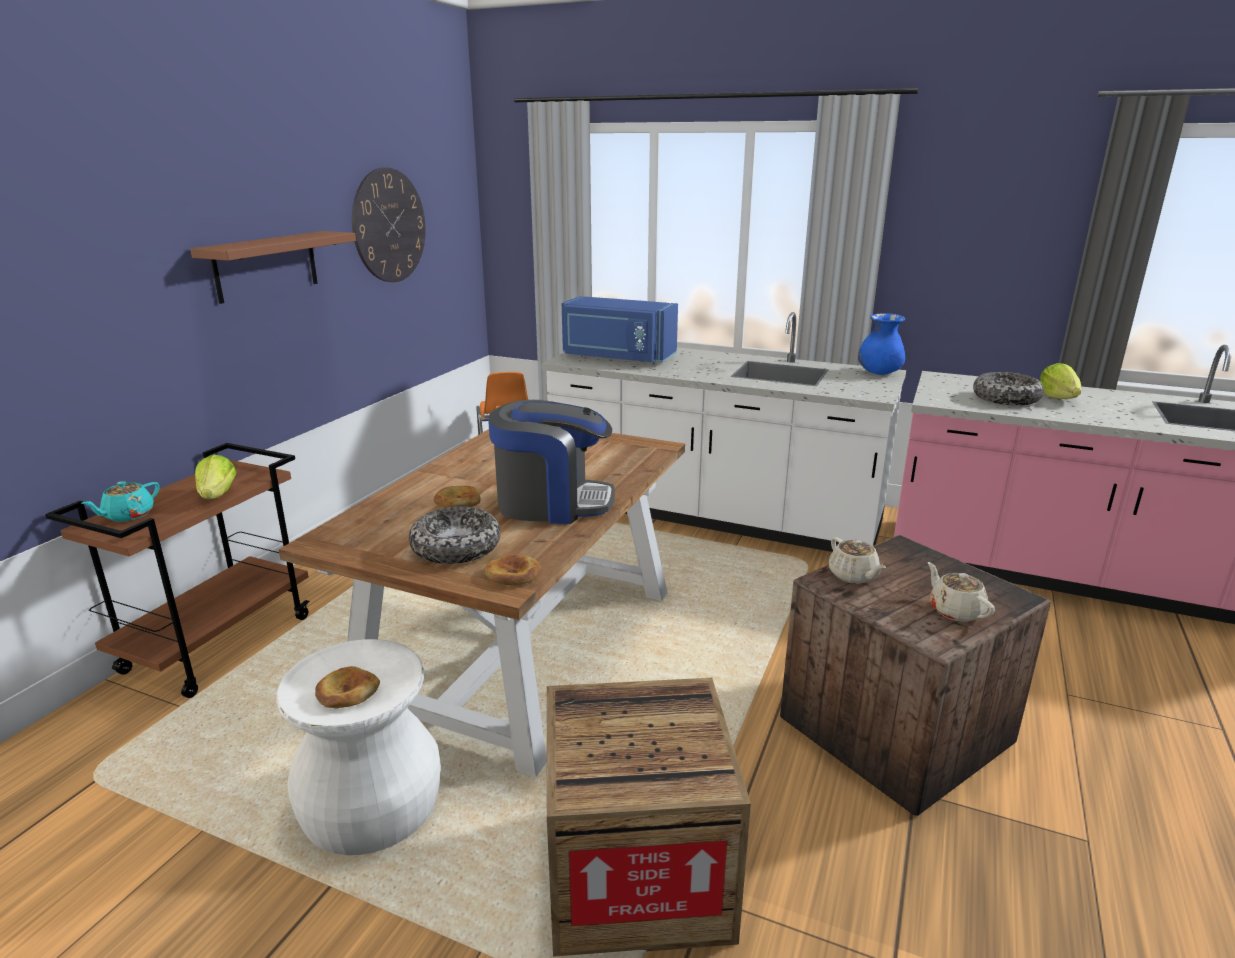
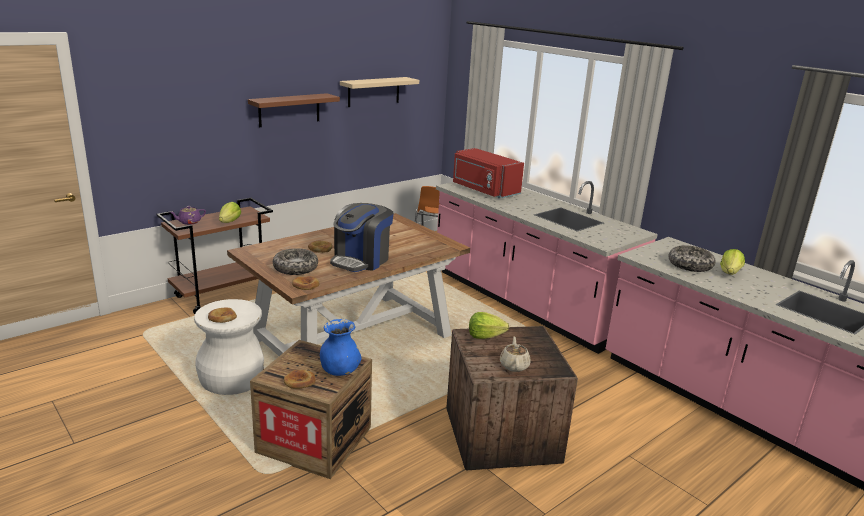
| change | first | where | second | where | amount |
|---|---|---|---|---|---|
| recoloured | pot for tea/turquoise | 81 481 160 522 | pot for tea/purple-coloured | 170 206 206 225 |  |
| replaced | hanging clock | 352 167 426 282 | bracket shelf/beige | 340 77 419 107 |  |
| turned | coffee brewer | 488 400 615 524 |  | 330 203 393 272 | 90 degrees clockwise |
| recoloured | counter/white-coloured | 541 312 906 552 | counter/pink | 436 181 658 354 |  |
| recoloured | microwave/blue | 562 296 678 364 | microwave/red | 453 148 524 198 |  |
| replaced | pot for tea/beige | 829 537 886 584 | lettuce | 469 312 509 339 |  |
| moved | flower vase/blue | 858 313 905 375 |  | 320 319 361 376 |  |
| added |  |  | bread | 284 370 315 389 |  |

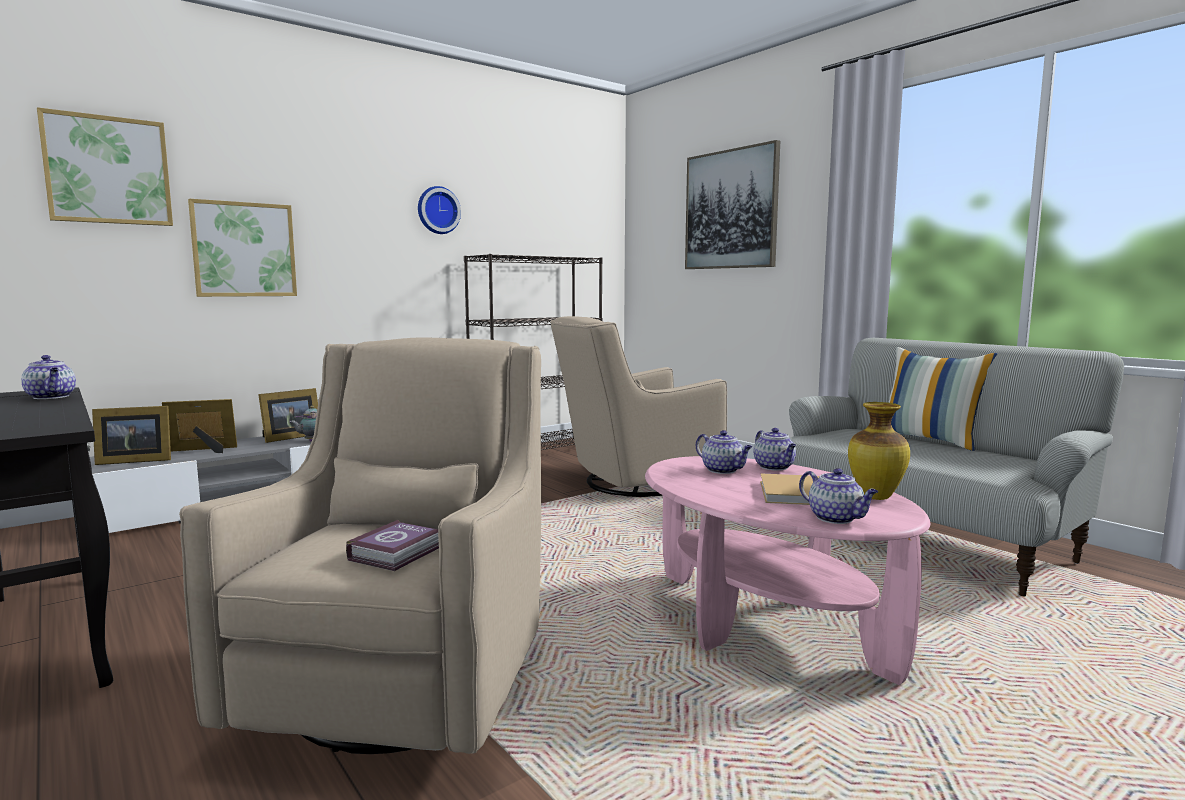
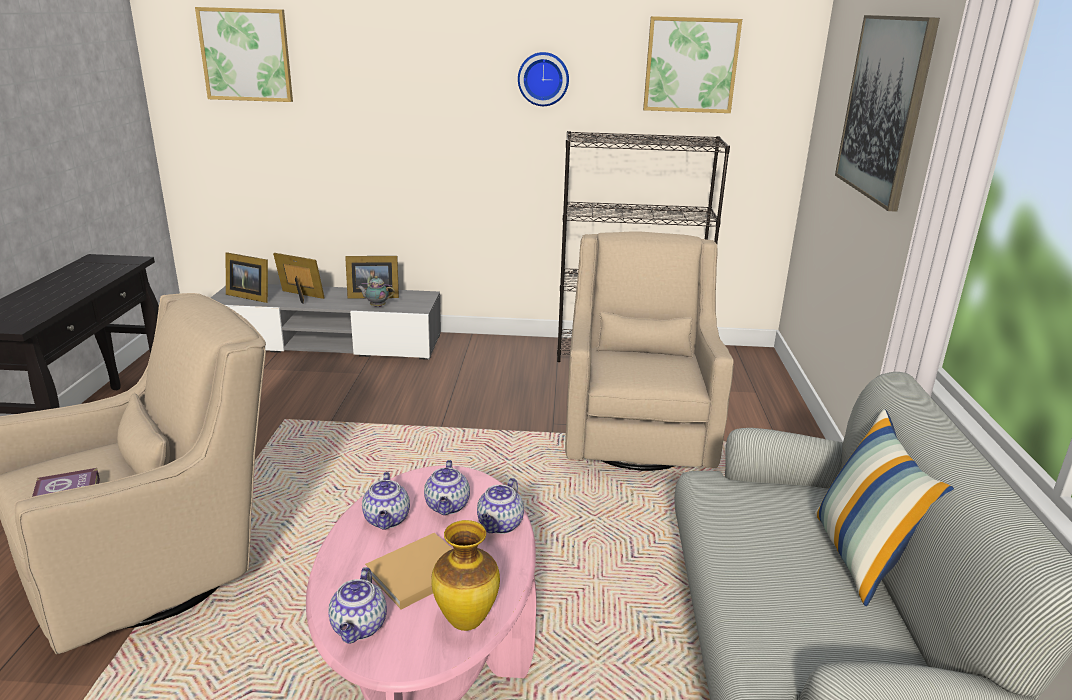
| change | first | where | second | where | amount |
|---|---|---|---|---|---|
| moved | pot for tea | 21 355 76 399 |  | 362 472 410 530 |  |
| moved | picture | 188 199 297 297 |  | 643 16 742 113 |  |
| turned | armchair/beige | 550 316 727 497 |  | 565 231 734 471 | 75 degrees clockwise |

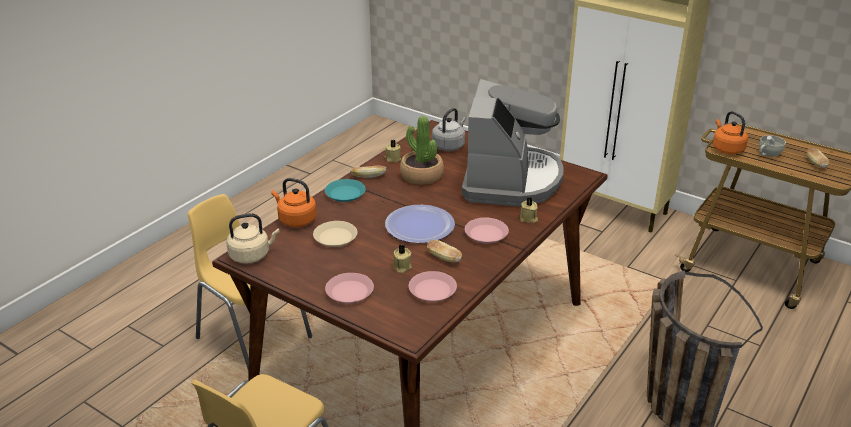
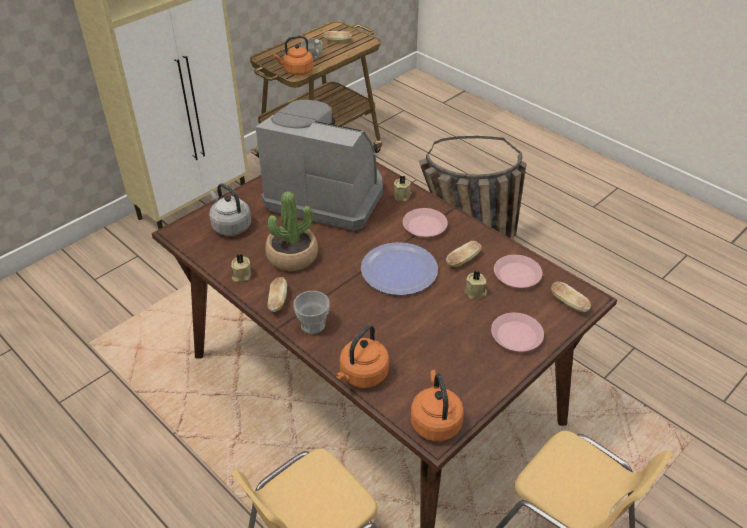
| change | first | where | second | where | amount |
|---|---|---|---|---|---|
| recoloured | water kettle/beige | 226 213 280 264 | water kettle/orange-coloured | 411 370 464 441 |  |
| removed | plate/beige | 313 221 357 247 |  |  |  |
| replaced | plate/turquoise | 325 179 366 202 | cup | 293 291 329 334 |  |
| added |  |  | bread | 551 281 591 312 |  |

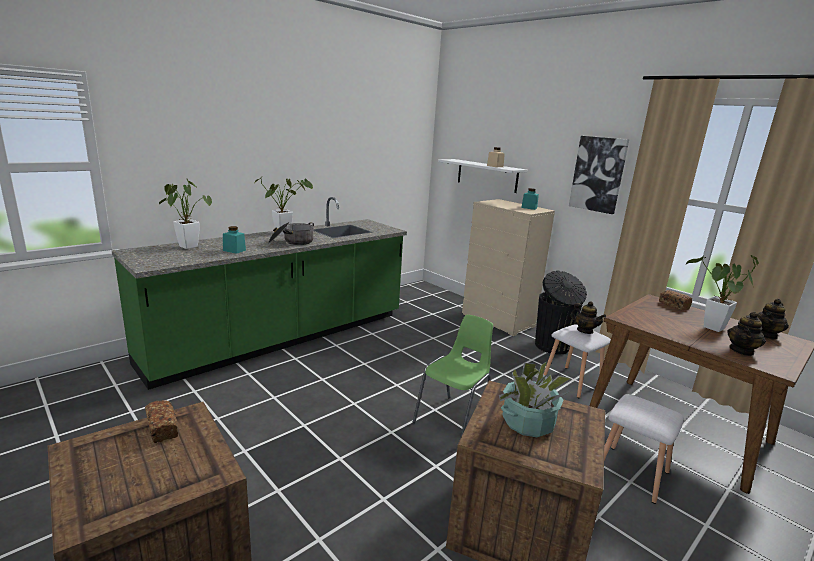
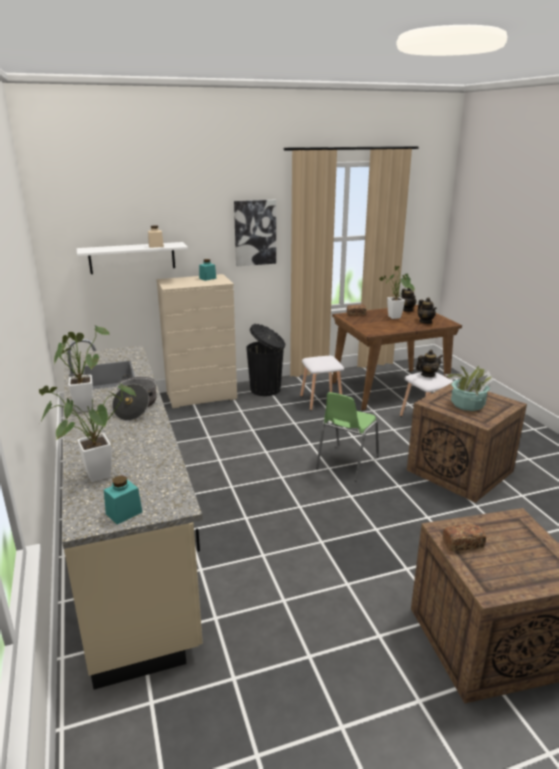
| change | first | where | second | where | amount |
|---|---|---|---|---|---|
| recoloured | counter/green | 112 197 407 390 | counter/beige | 62 339 203 689 |  |
| moved | storage jar/turquoise | 223 226 246 254 |  | 104 476 142 525 |  |
| turned | upright chair/green | 413 315 493 439 |  | 316 392 379 481 | 120 degrees counterclockwise |
| moved | pot for tea | 570 301 606 334 |  | 416 350 443 377 |  |

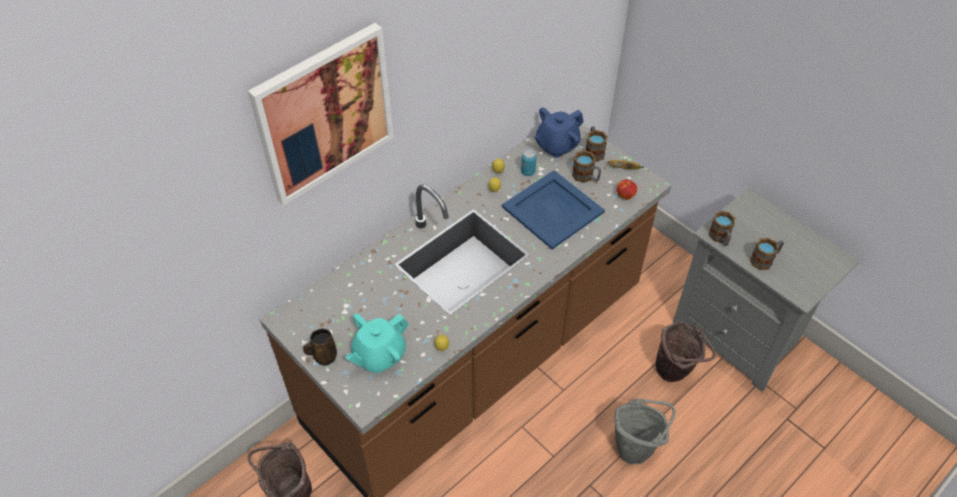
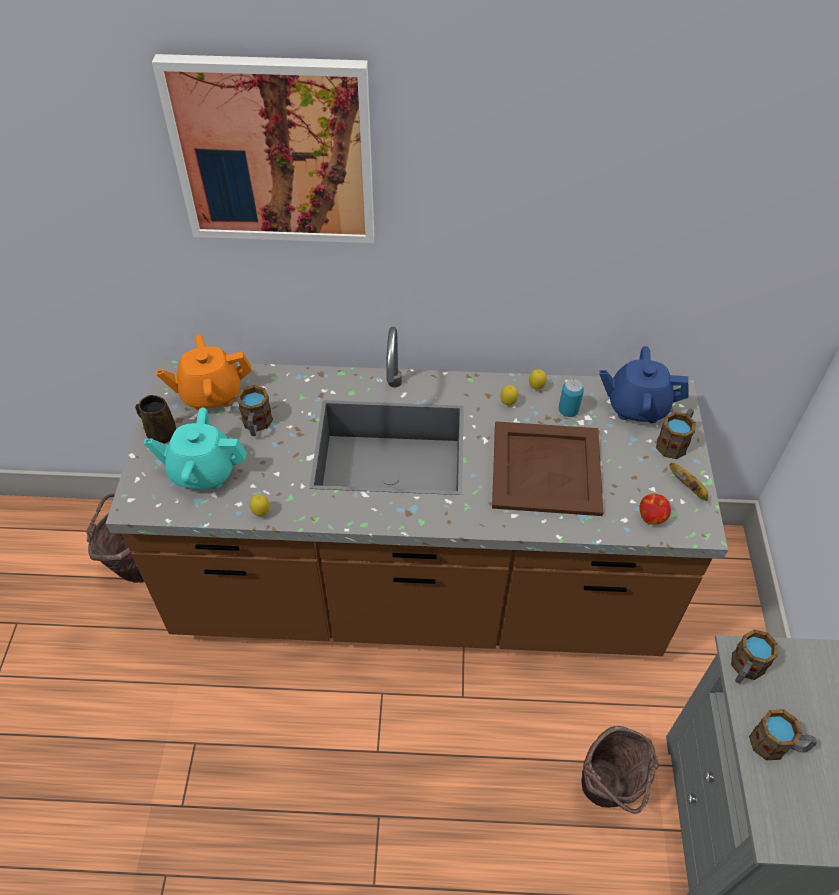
| change | first | where | second | where | amount |
|---|---|---|---|---|---|
| recoloured | serving tray/blue | 502 170 605 249 | serving tray/brown | 492 421 603 516 |  |
| moved | mug | 572 150 601 183 |  | 237 385 273 436 |  |
| removed | pail/grey | 615 398 676 464 |  |  |  |
| added |  |  | pot for tea/orange-coloured | 156 334 252 411 |  |

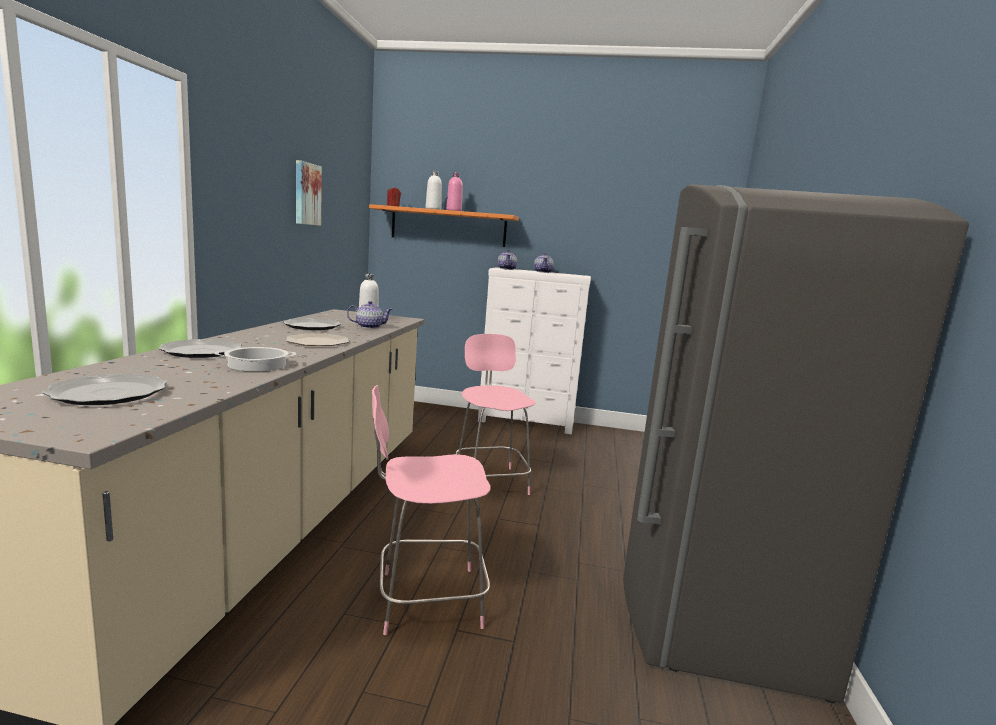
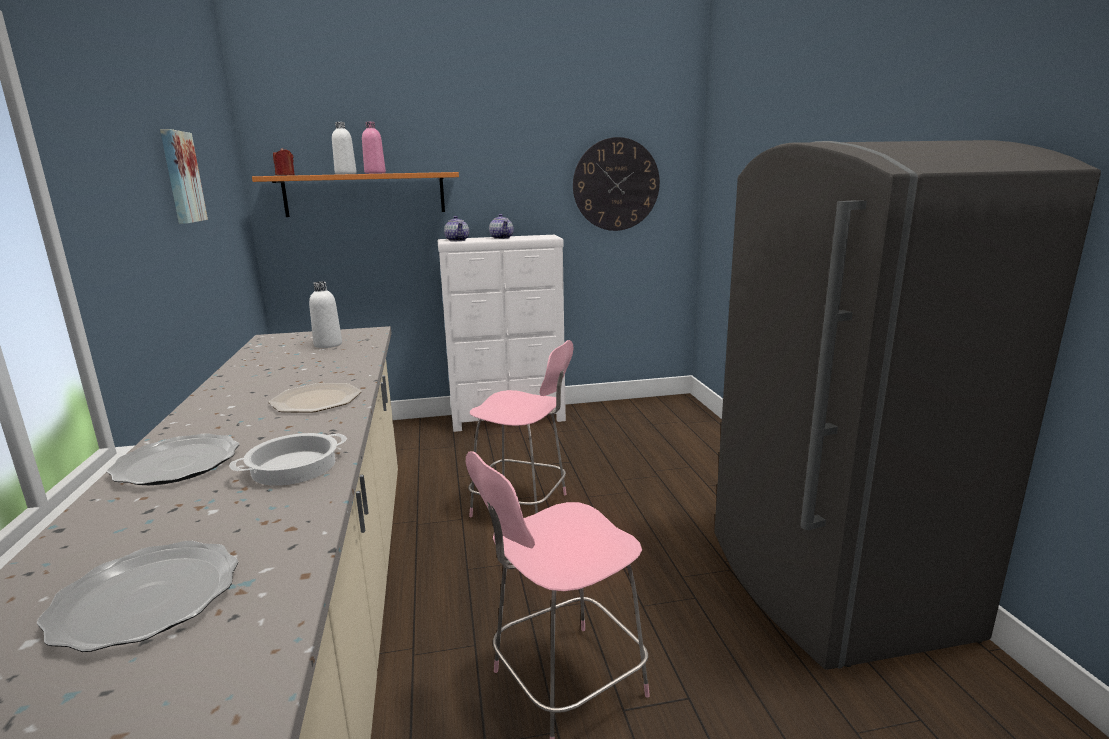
| change | first | where | second | where | amount |
|---|---|---|---|---|---|
| removed | plate | 283 318 341 330 |  |  |  |
| removed | pot for tea | 347 301 392 329 |  |  |  |
| turned | upright chair/pink | 455 334 535 495 |  | 468 340 574 517 | 150 degrees clockwise |
| added |  |  | hanging clock | 573 137 660 231 |  |

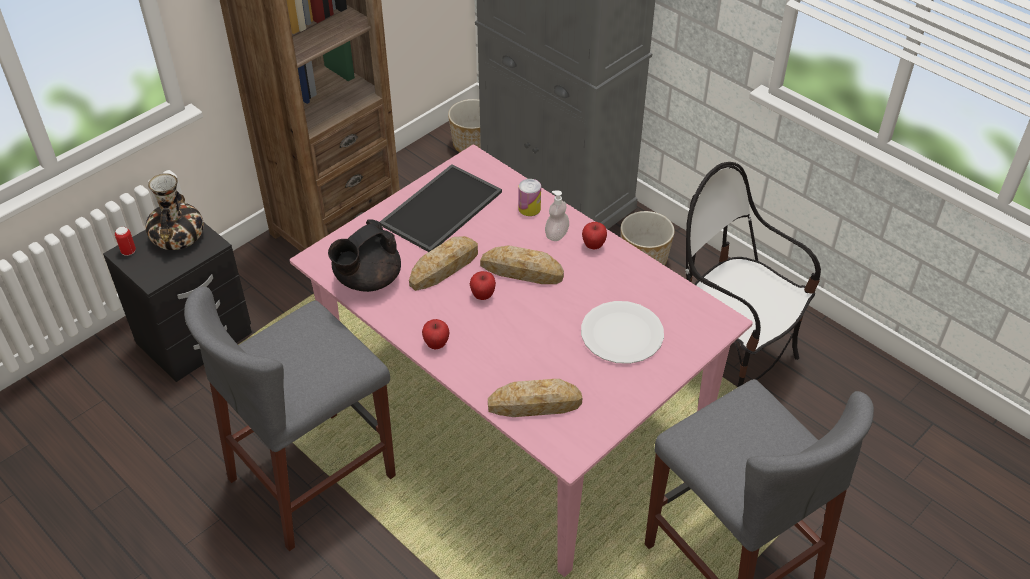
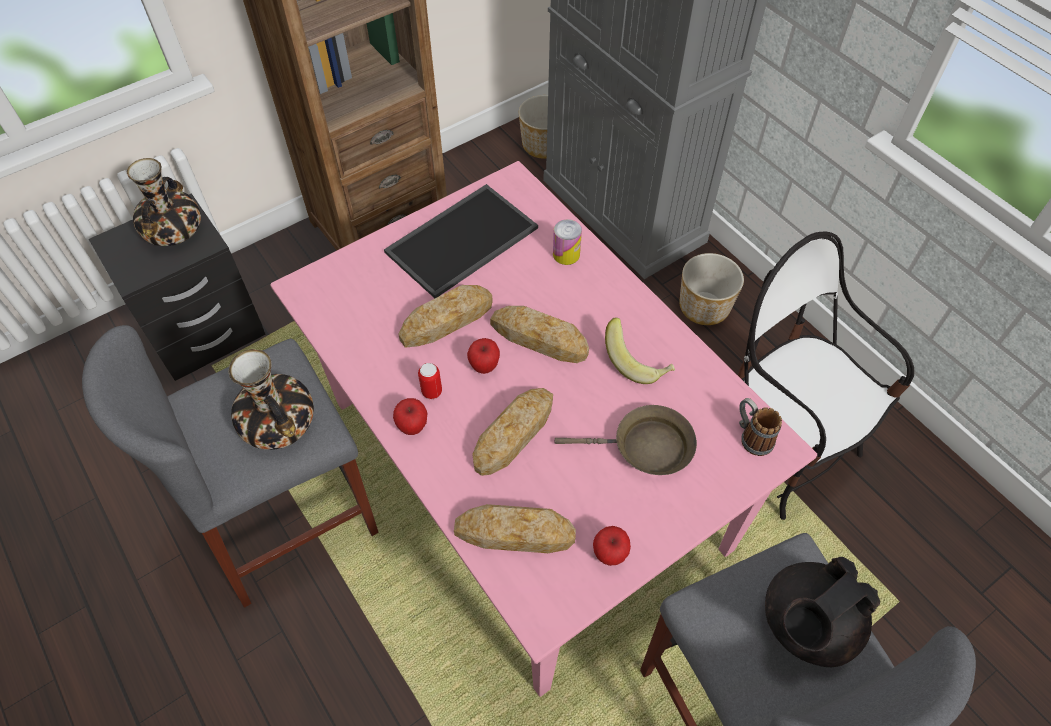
| change | first | where | second | where | amount |
|---|---|---|---|---|---|
| moved | metal can | 115 227 136 256 |  | 418 363 442 399 |  |
| moved | pot for tea/black | 328 219 401 292 |  | 765 557 880 667 |  |
| removed | liquid soap bottle | 545 191 569 241 |  |  |  |
| replaced | plate/white-coloured | 581 301 664 364 | frying pan/brown | 555 405 697 475 |  |
| moved | apple fruit | 582 222 607 249 |  | 593 526 631 566 |  |
| added |  |  | flower vase | 229 349 314 450 |  |
| added |  |  | bread | 472 388 553 476 |  |
| added |  |  | whole banana | 605 317 675 384 |  |
| added |  |  | mug | 739 398 782 456 |  |

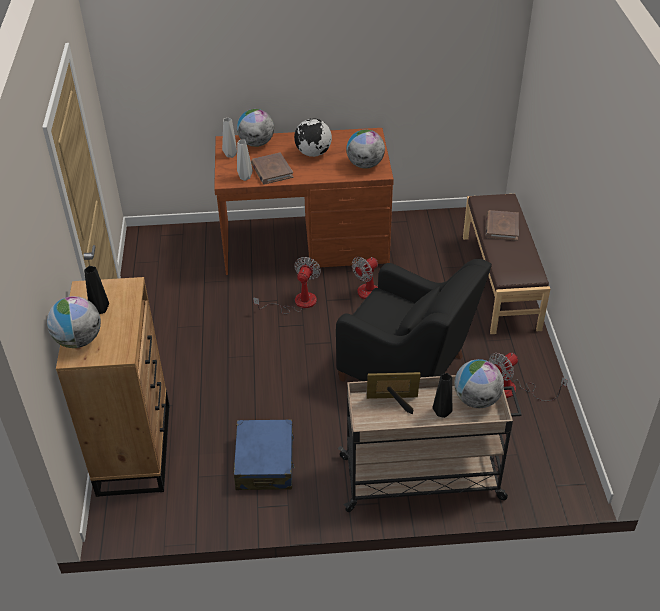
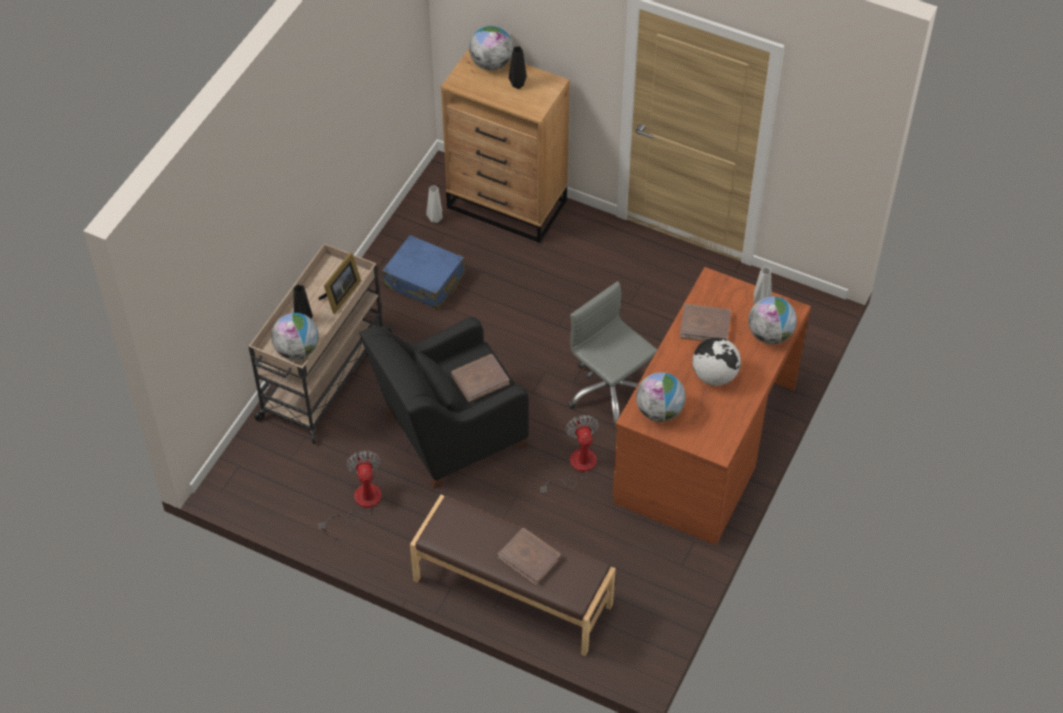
| change | first | where | second | where | amount |
|---|---|---|---|---|---|
| moved | flower vase/grey | 237 140 253 181 |  | 426 185 443 223 |  |
| replaced | cooling fan | 253 257 321 314 | desk chair/grey | 568 281 657 429 |  |
| added |  |  | bound book/brown | 451 354 510 402 |  |

